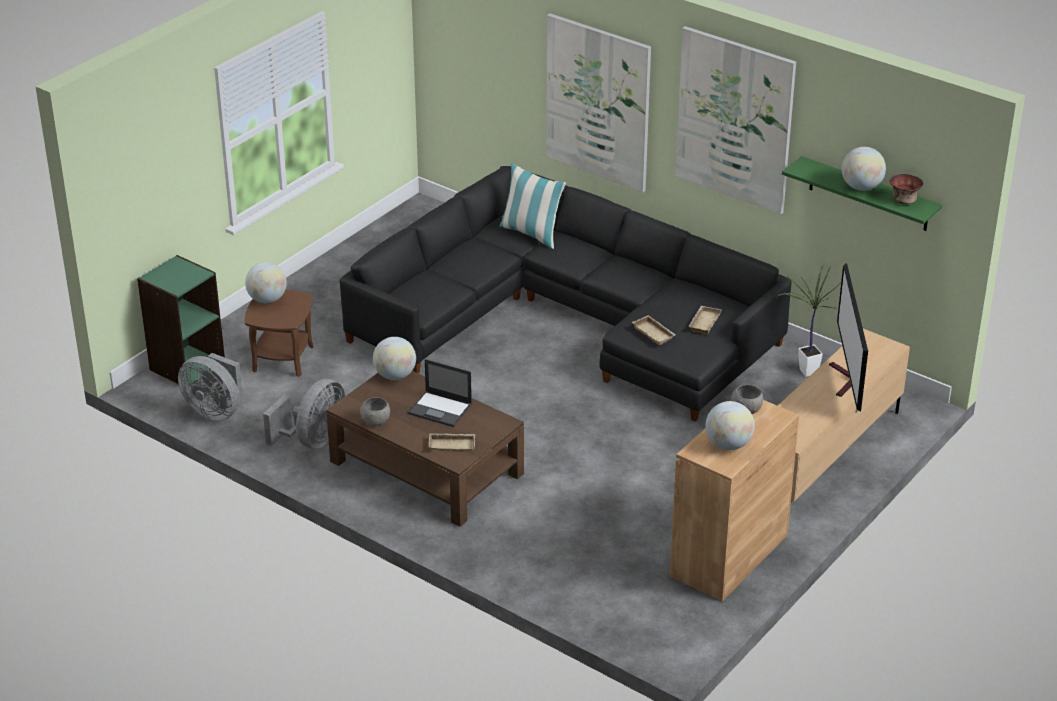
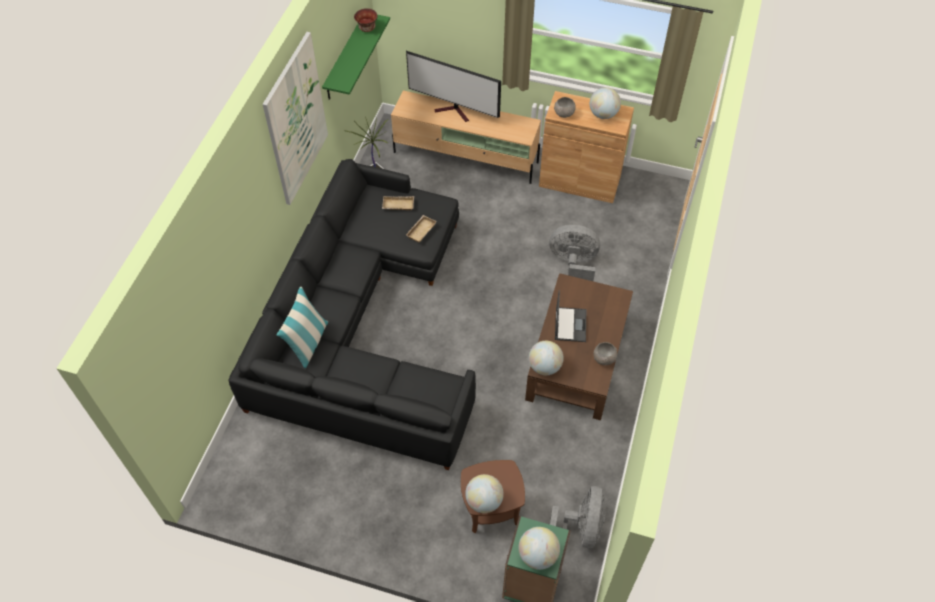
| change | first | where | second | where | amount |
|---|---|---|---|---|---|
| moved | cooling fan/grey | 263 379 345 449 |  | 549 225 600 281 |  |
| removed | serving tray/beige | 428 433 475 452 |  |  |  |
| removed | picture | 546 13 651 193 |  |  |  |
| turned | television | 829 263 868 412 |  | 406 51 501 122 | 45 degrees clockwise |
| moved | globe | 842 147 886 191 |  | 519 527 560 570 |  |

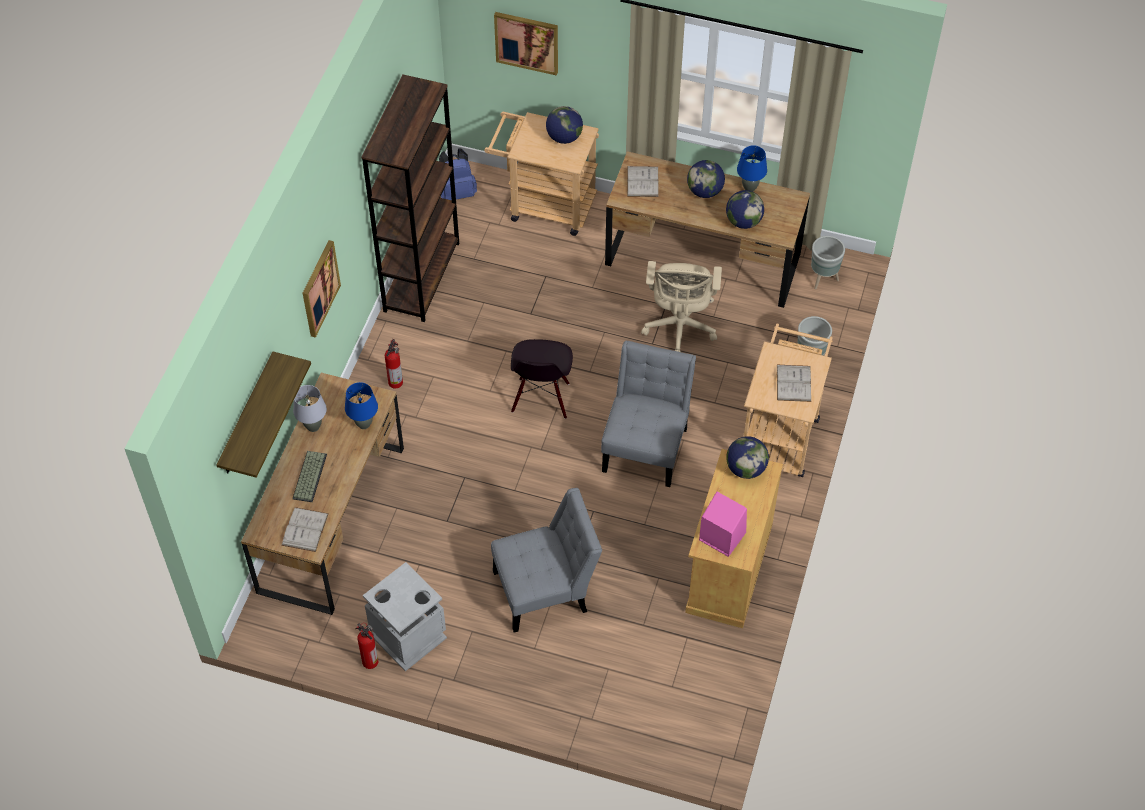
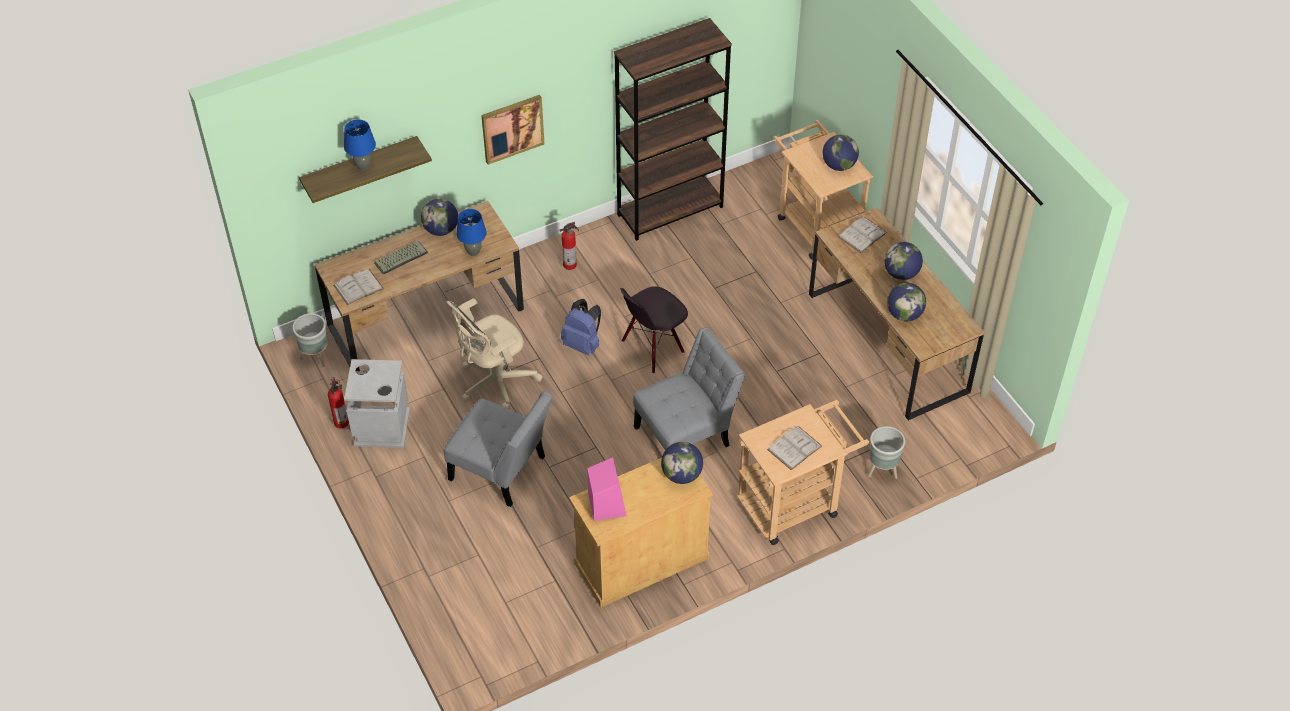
| change | first | where | second | where | amount |
|---|---|---|---|---|---|
| replaced | tabletop lamp/grey | 293 385 327 432 | globe | 421 199 458 236 |  |
| moved | knapsack/blue | 439 148 477 200 |  | 561 299 601 355 |  |
| removed | picture | 494 12 558 76 |  |  |  |
| moved | desk chair/beige | 641 261 722 352 |  | 446 298 543 409 |  |
| moved | tabletop lamp/blue | 737 145 767 192 |  | 344 119 376 171 |  |
| moved | flower pot/grey | 811 236 845 289 |  | 292 314 328 367 |  |

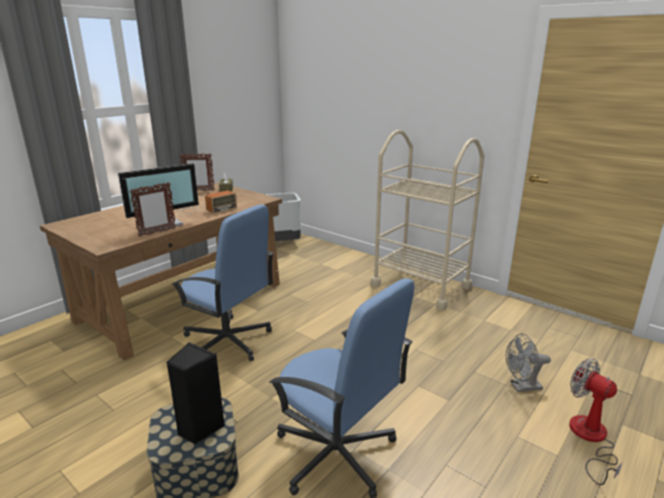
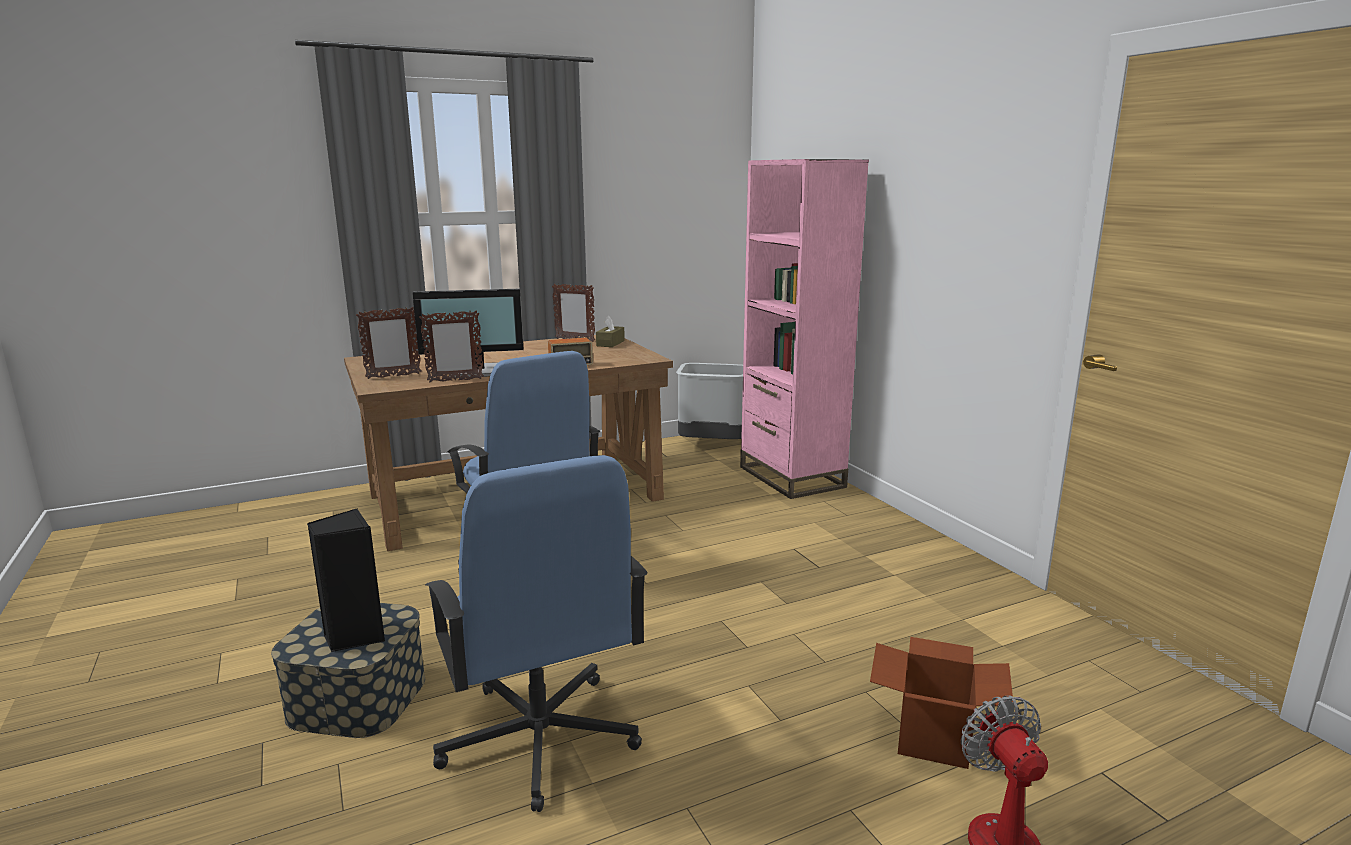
| change | first | where | second | where | amount |
|---|---|---|---|---|---|
| removed | trolley/beige | 371 130 484 311 |  |  |  |
| replaced | cooling fan/grey | 506 333 551 392 | cardboard box | 870 637 1013 769 |  |
| added |  |  | photo frame | 356 307 422 379 |  |
| added |  |  | bookshelf/pink | 740 159 869 499 |  |

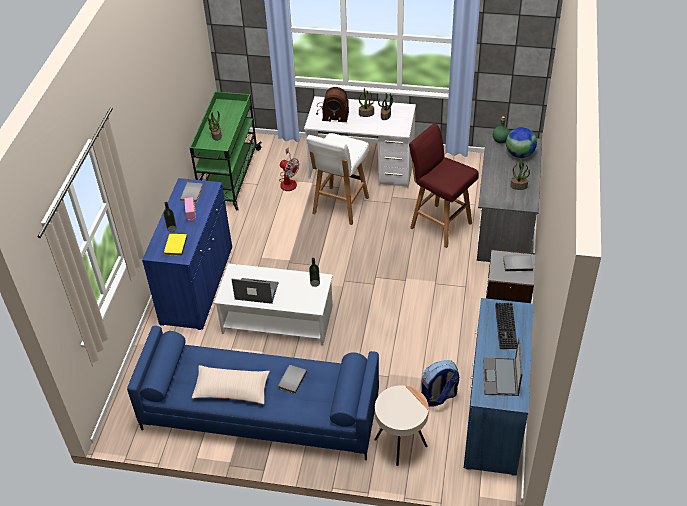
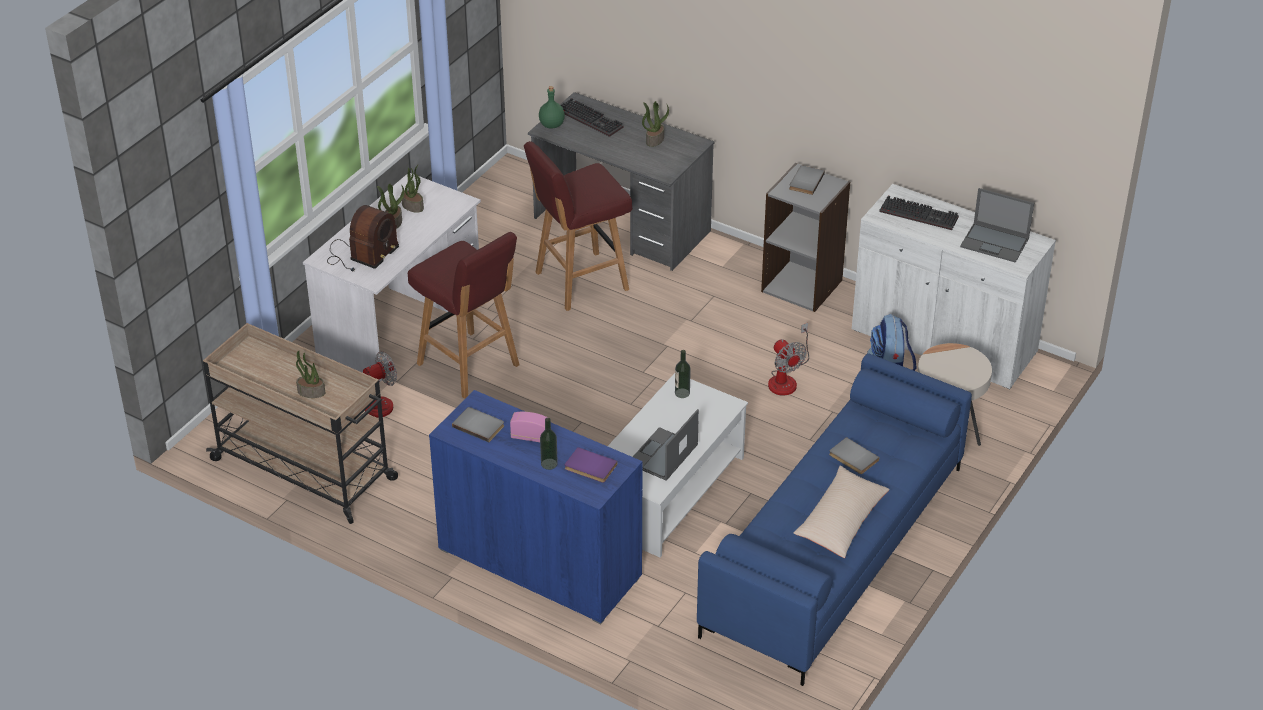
| change | first | where | second | where | amount |
|---|---|---|---|---|---|
| recoloured | bound book/yellowish | 164 234 187 256 | bound book/purple-coloured | 565 447 618 483 |  |
| recoloured | trolley/green | 190 92 262 210 | trolley/beige | 203 323 398 524 |  |
| recoloured | stool/white-coloured | 307 133 369 225 | stool/red | 408 232 519 399 |  |
| recoloured | cupboard/blue | 464 298 534 476 | cupboard/white-coloured | 852 184 1056 389 |  |
| replaced | globe | 506 127 537 158 | keyboard | 561 98 623 137 |  |
| added |  |  | cooling fan | 768 323 809 395 |  |

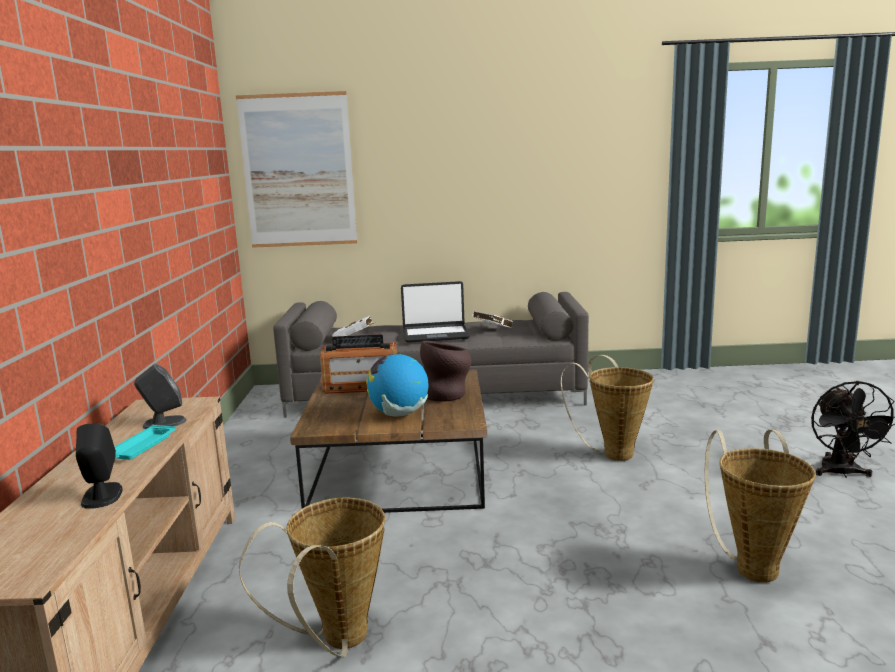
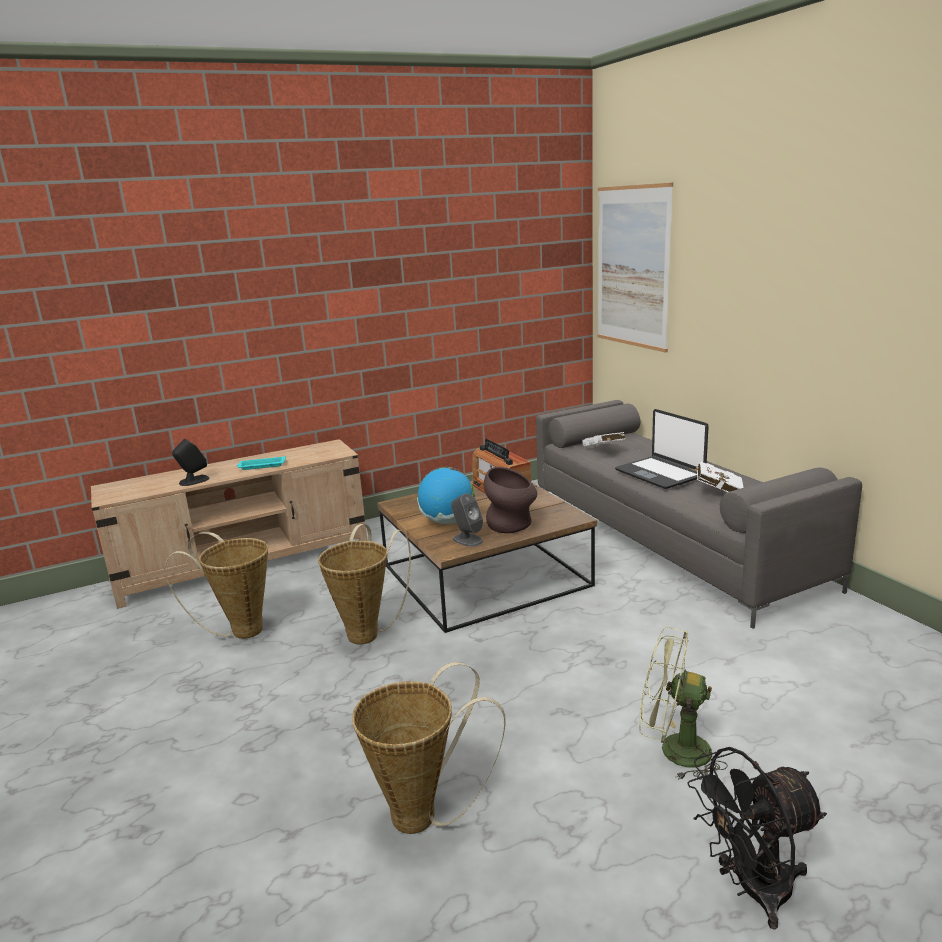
| change | first | where | second | where | amount |
|---|---|---|---|---|---|
| moved | speaker/grey | 134 364 186 429 |  | 451 493 483 547 |  |
| moved | basket | 561 355 654 461 |  | 318 524 411 644 |  |
| added |  |  | cooling fan/green | 640 626 728 780 |  |

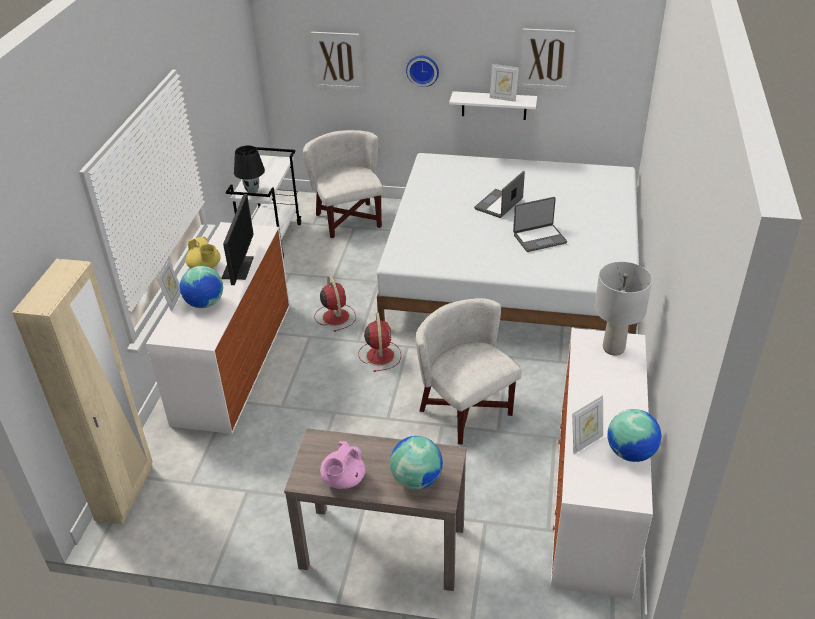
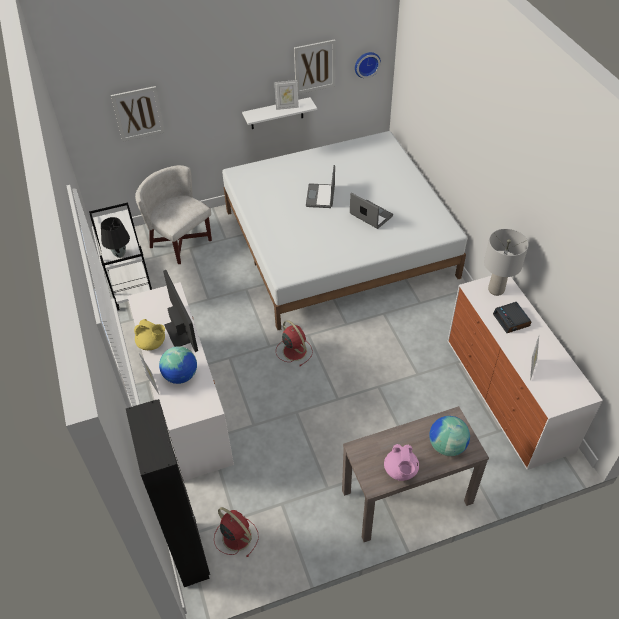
| change | first | where | second | where | amount |
|---|---|---|---|---|---|
| recoloured | clothes cupboard/beige | 12 259 153 525 | clothes cupboard/black | 126 399 210 587 |  |
| moved | cooling fan/red | 314 276 356 332 |  | 214 507 259 557 |  |
| moved | hanging clock | 406 56 439 87 |  | 355 52 381 78 |  |
| removed | armchair/white-coloured | 416 298 521 445 |  |  |  |
| turned | laptop | 513 197 567 252 |  | 350 193 393 229 | 90 degrees counterclockwise |
| removed | globe | 607 409 662 462 |  |  |  |
| added |  |  | alarm clock | 493 302 532 333 |  |

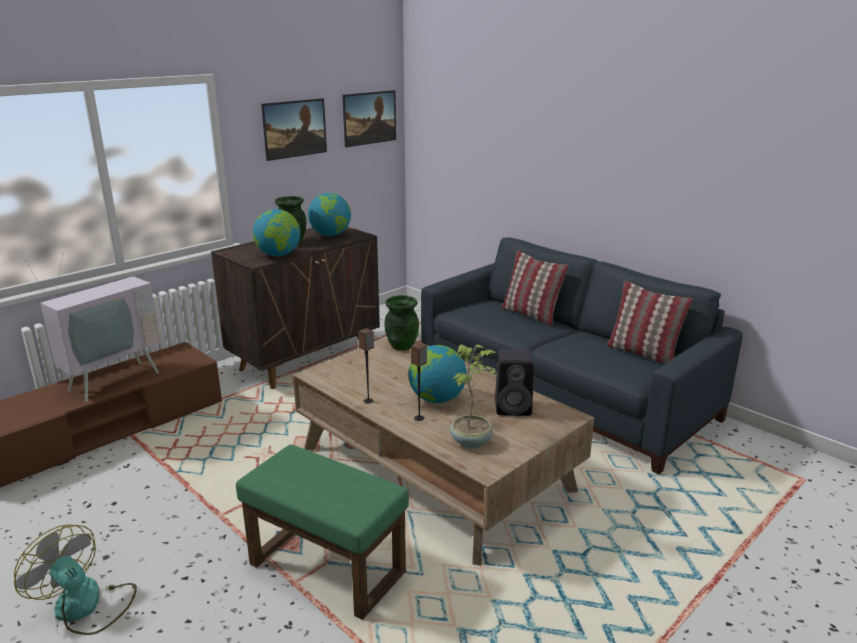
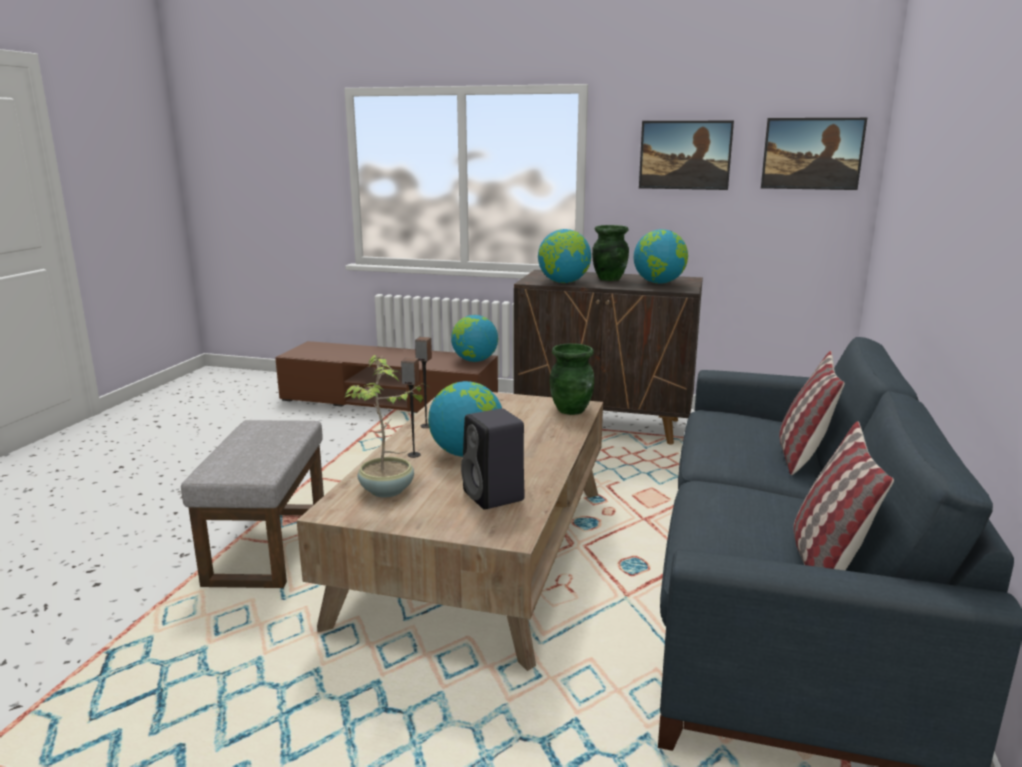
| change | first | where | second | where | amount |
|---|---|---|---|---|---|
| removed | cooling fan | 14 524 137 635 |  |  |  |
| removed | television | 25 253 160 402 |  |  |  |
| recoloured | ottoman/green | 236 445 409 620 | ottoman/grey | 181 420 324 588 |  |
| added |  |  | globe | 451 315 498 362 |  |

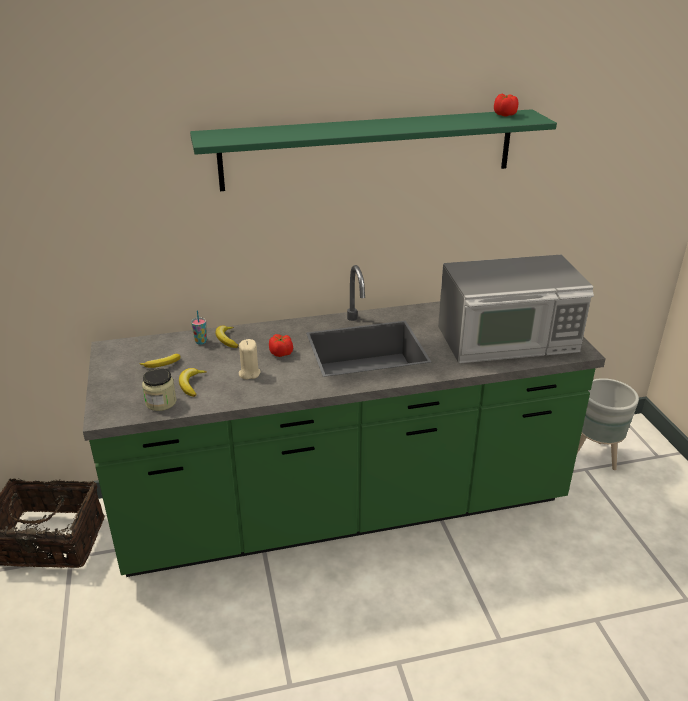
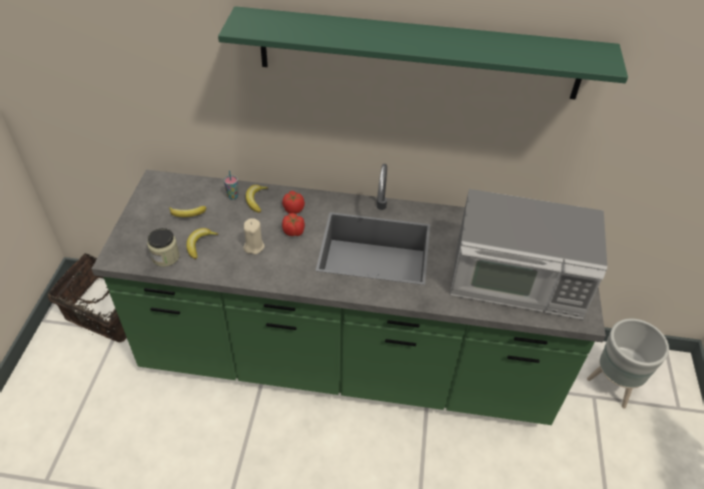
| change | first | where | second | where | amount |
|---|---|---|---|---|---|
| moved | tomato | 494 94 518 117 |  | 282 191 305 214 |  |

